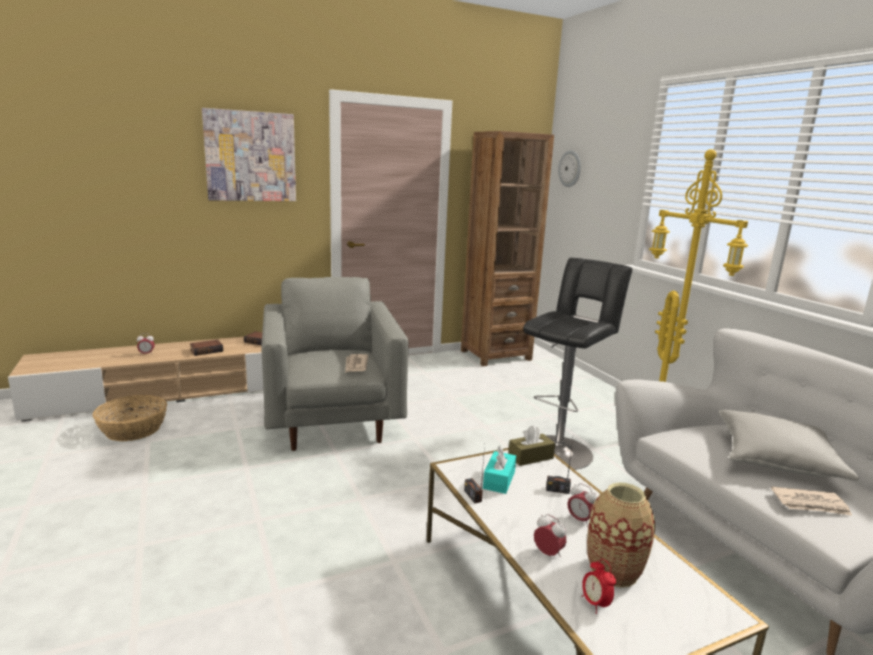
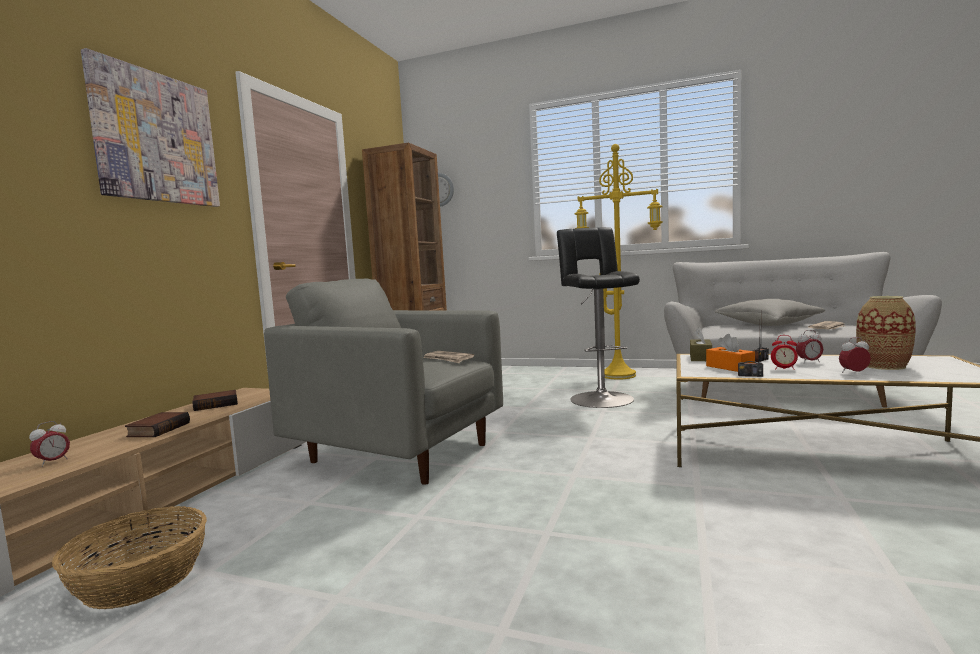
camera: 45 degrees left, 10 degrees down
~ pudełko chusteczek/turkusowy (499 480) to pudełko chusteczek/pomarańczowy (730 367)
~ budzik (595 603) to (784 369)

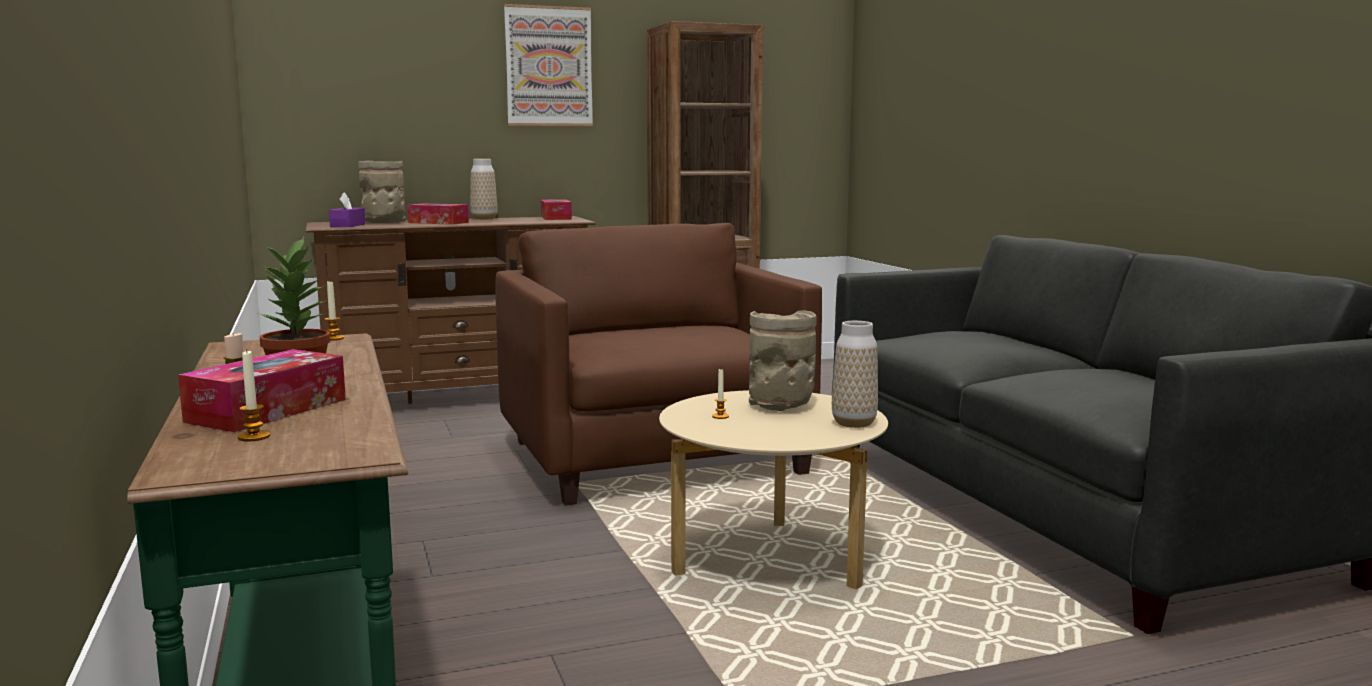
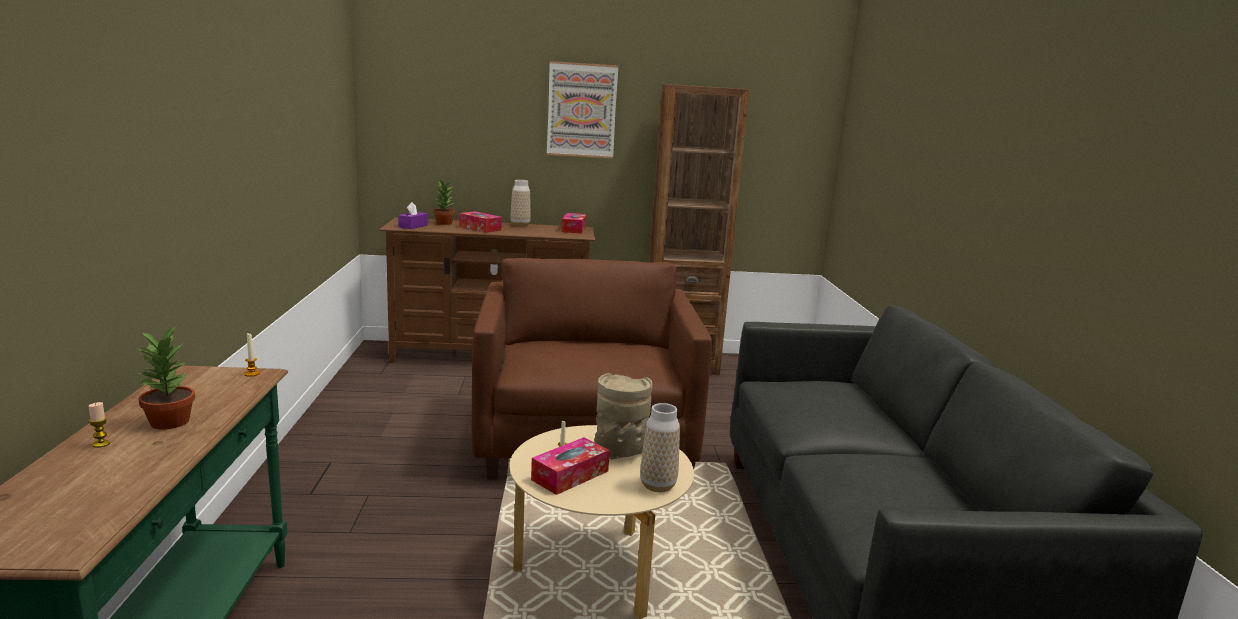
camera: 15 degrees right, 5 degrees up
~ wazon/beżowy (383 222) to roślina doniczkowa (443 223)
~ pudełko chusteczek (267 410) to (570 475)
- świeca (254 437)

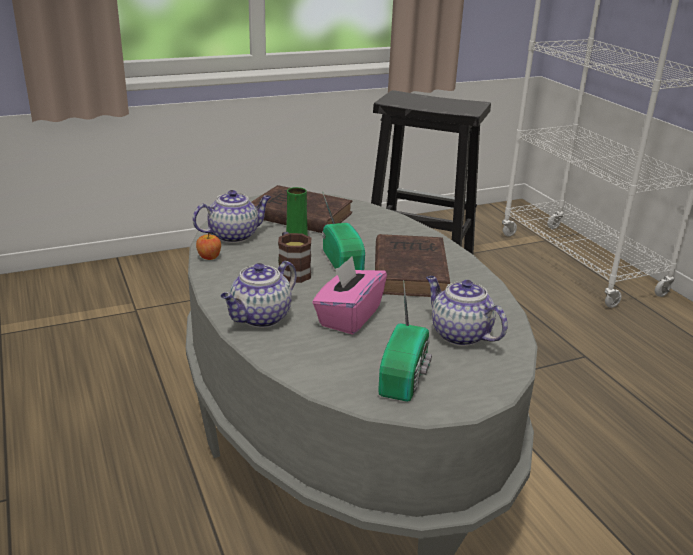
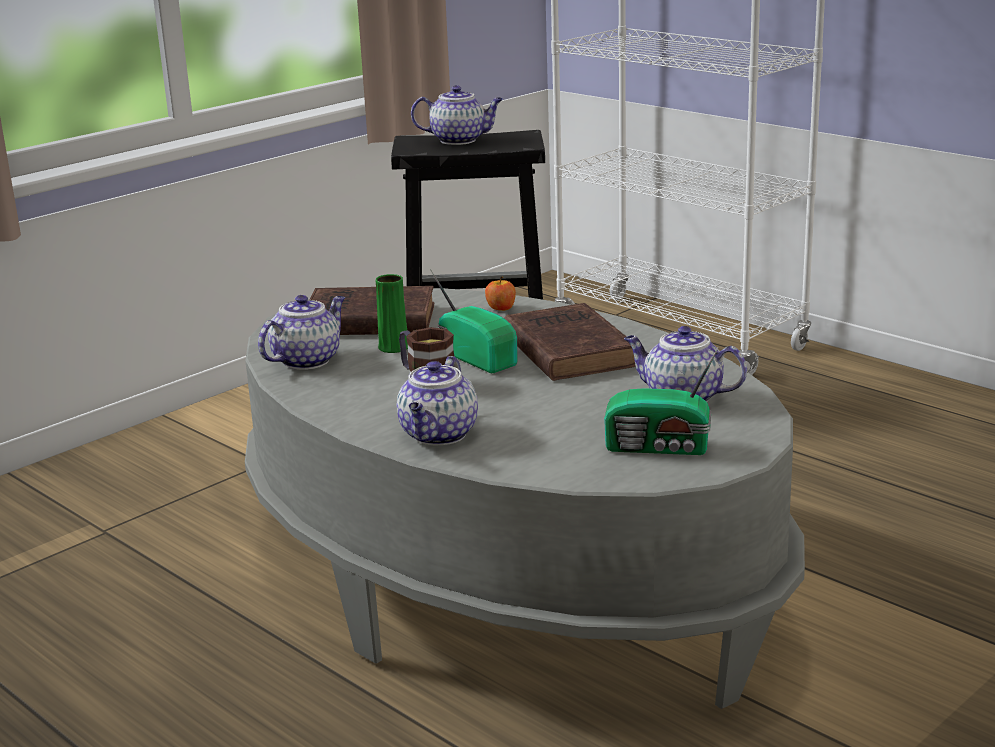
camera: 20 degrees left, 5 degrees down
~ jabłko (209 257) to (501 308)
- pudełko chusteczek/różowy (348 317)
~ radio (406 376) = (660 447) 105 degrees clockwise
+ imbryk (460 140)

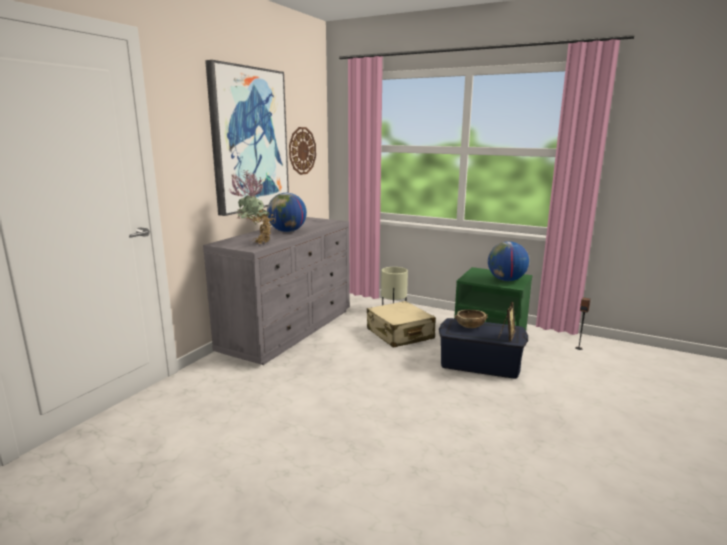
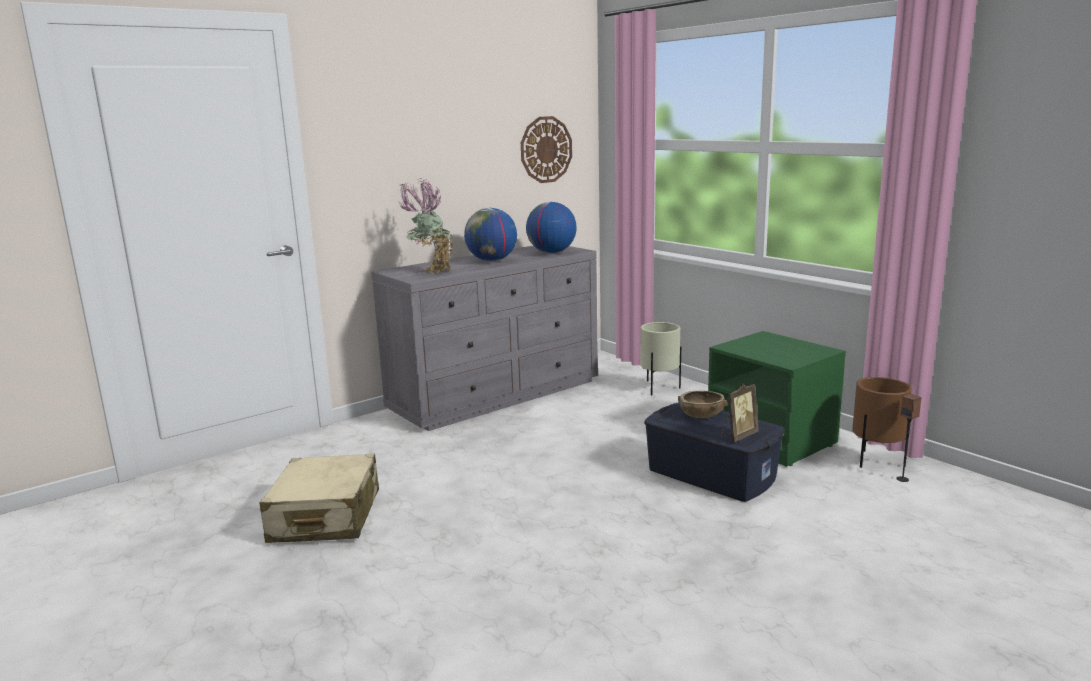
camera: 25 degrees right, 0 degrees up
- obraz (249 140)
~ globus (506 280) to (551 252)
~ walizka/beżowy (399 334) to (325 517)
+ donica/brązowy (876 462)

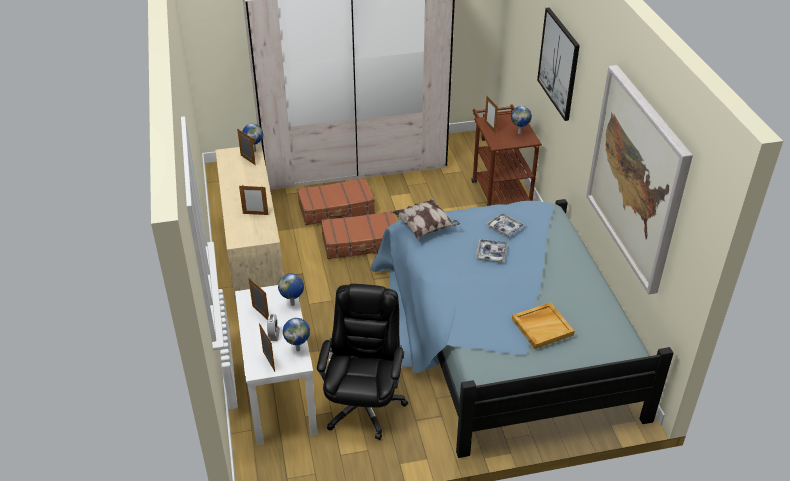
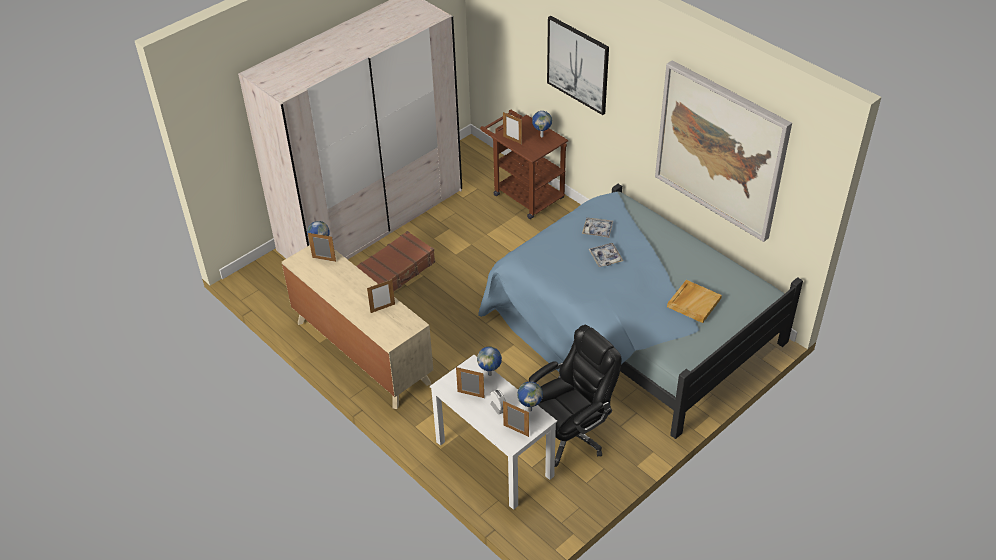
camera: 30 degrees left, 5 degrees up
- poduszka (425 227)
- walizka/brązowy (361 243)
~ krzesło biurowe/czarny (364 404) = (570 434) 75 degrees clockwise

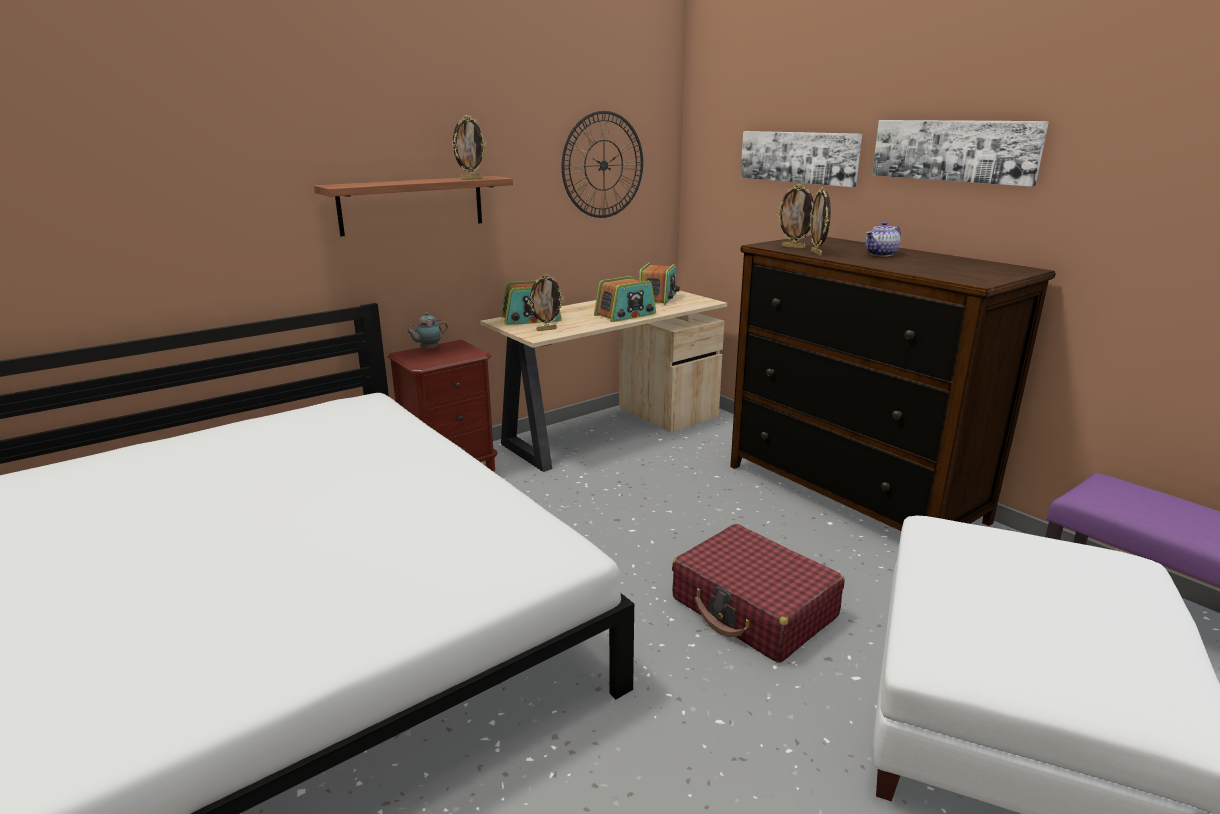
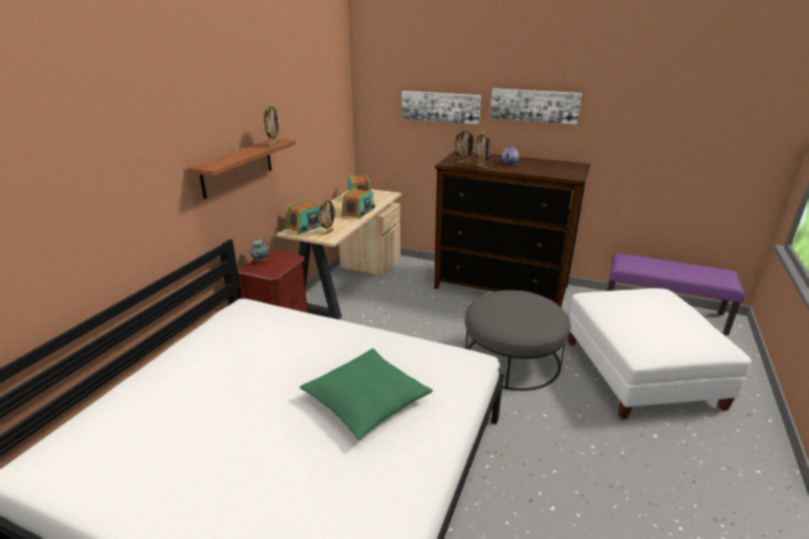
camera: 30 degrees left, 5 degrees up
- zegar ścienny (603 165)
~ walizka/czerwony (754 608) to pufa/szary (512 359)
+ poduszka/zielony (366 400)

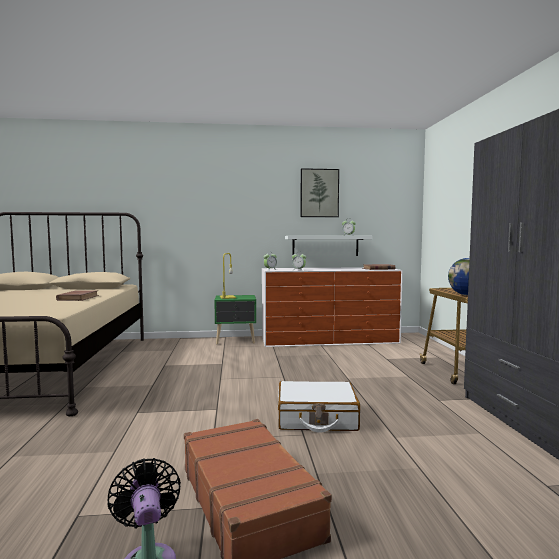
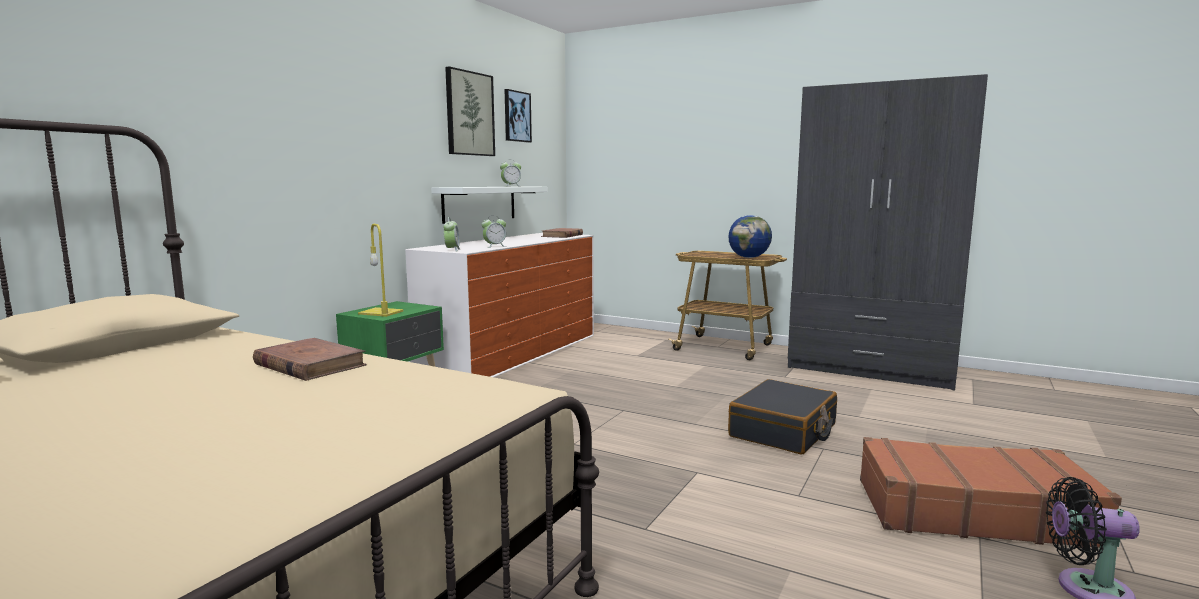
camera: 55 degrees left, 5 degrees up
~ walizka/biały (316 418) to walizka/czarny (783 431)
+ obraz (516 116)

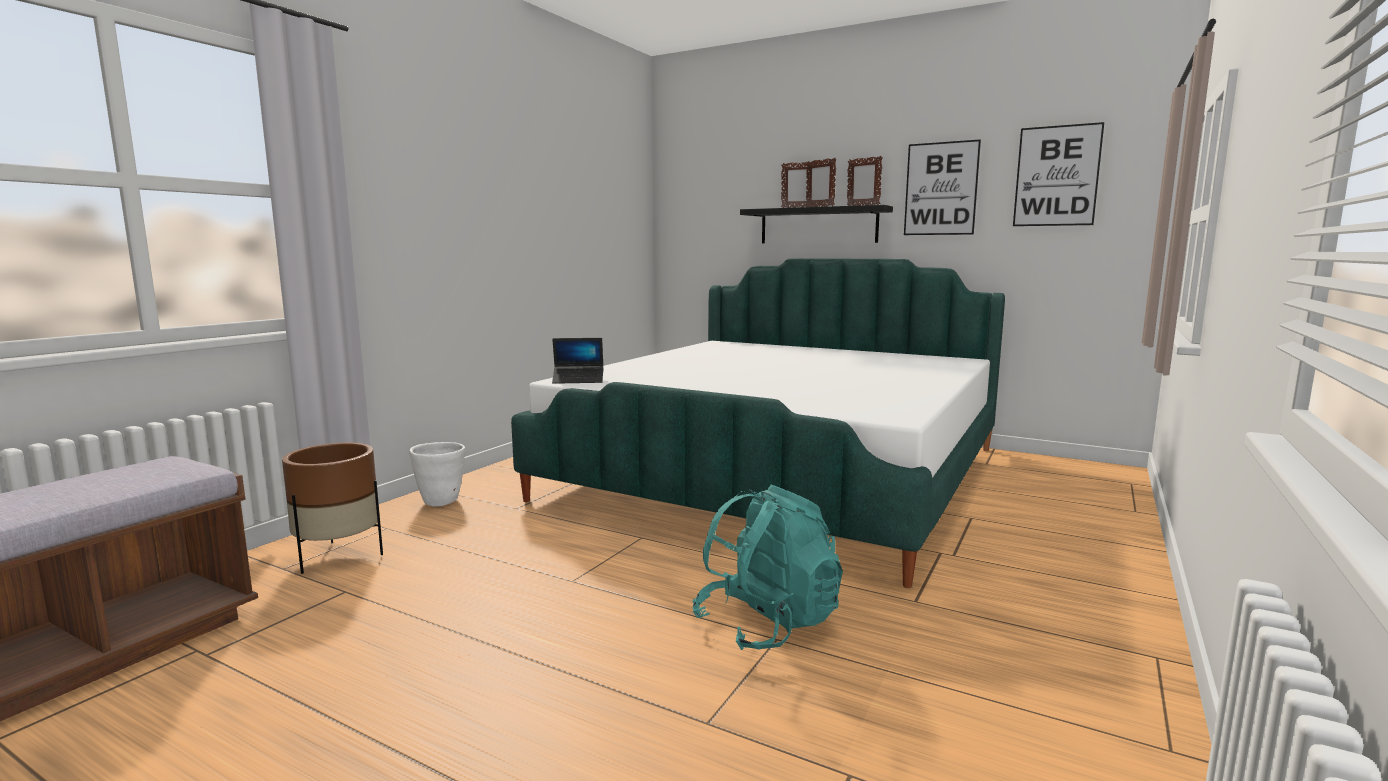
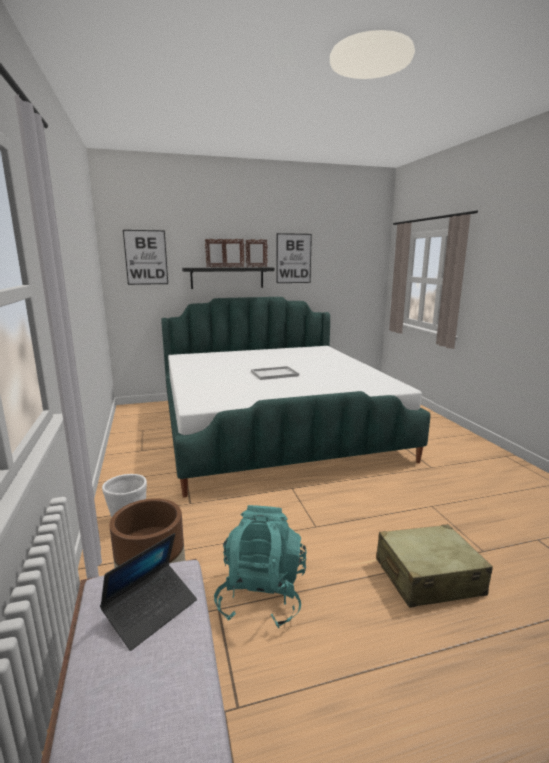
camera: 45 degrees left, 5 degrees up
~ obraz (1056 176) to (146 257)
~ laptop (578 380) to (151 610)
~ plecak/turkusowy (767 623) to (261 595)
+ taca/biały (274 374)
+ walizka/beżowy (428 577)

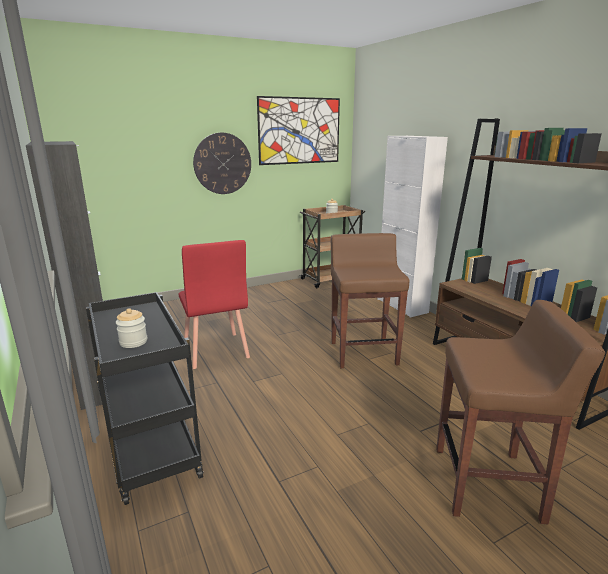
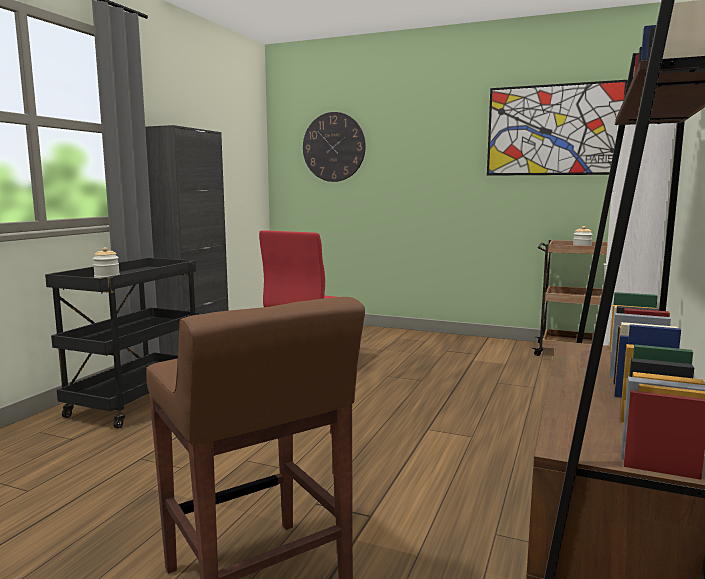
camera: 50 degrees right, 10 degrees down
~ zegar ścienny (222 163) to (333 147)
- stołek/brązowy (363 353)

